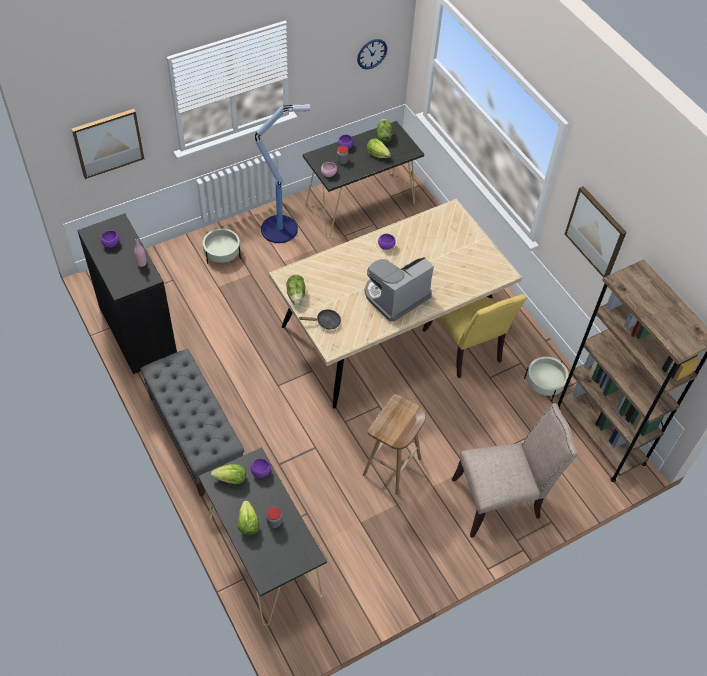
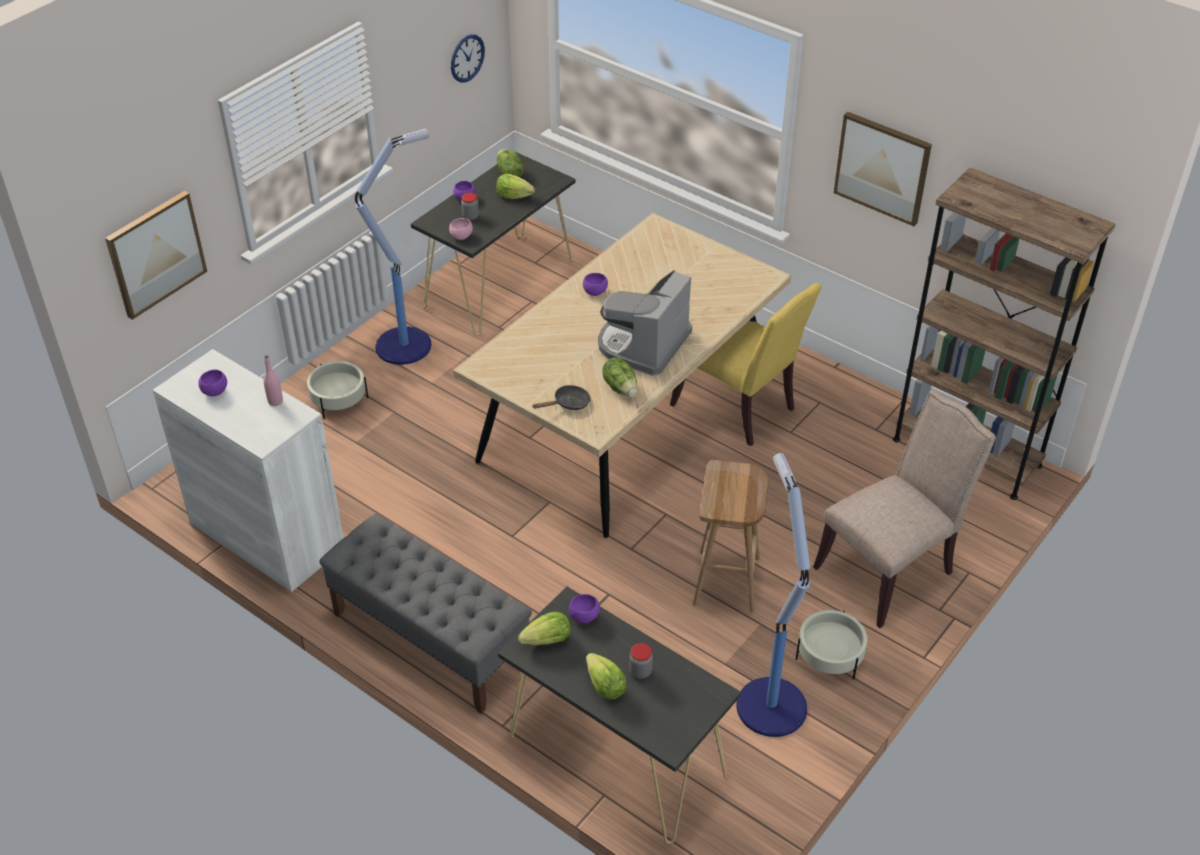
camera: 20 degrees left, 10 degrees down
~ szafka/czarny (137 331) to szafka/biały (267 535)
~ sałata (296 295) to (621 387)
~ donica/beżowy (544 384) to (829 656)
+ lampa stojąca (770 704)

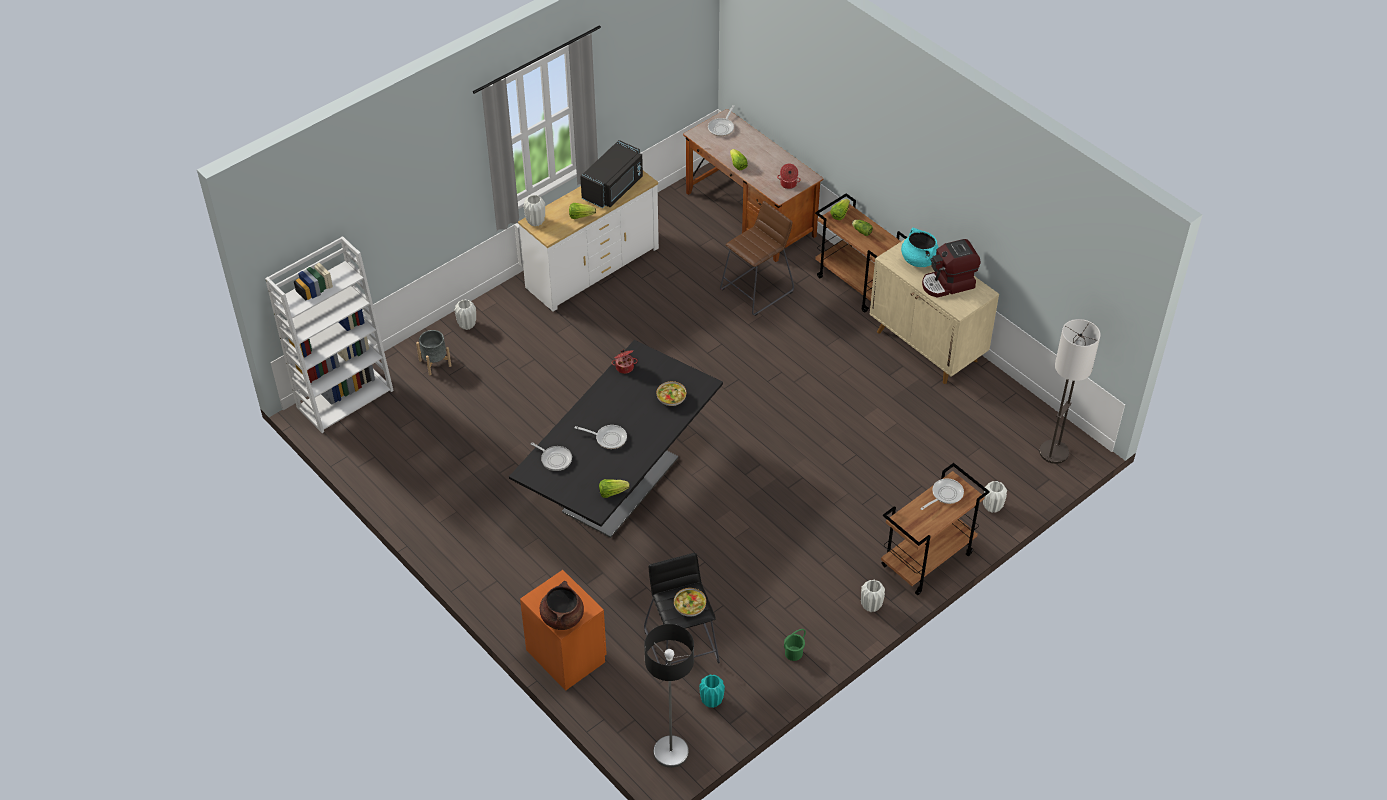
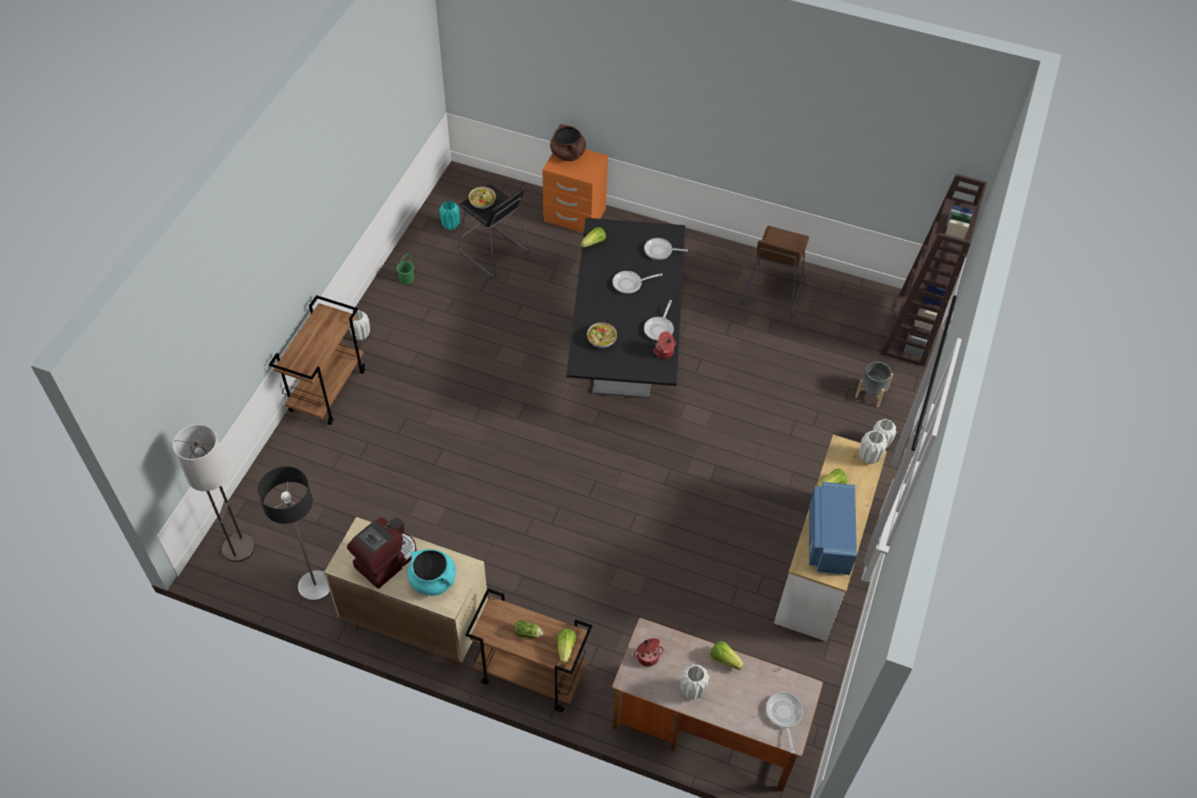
camera: 150 degrees right, 5 degrees up
~ mikrofalówka/czarny (614 188) to mikrofalówka/niebieski (827 539)
~ stołek/brązowy (757 290) to (772 293)
~ regał/biały (345 398) to regał/brązowy (911 331)
~ patelnia (945 495) to (659 328)
~ wazon/biały (992 507) to (692 690)
~ lampa stojąca (671 752) to (315 586)

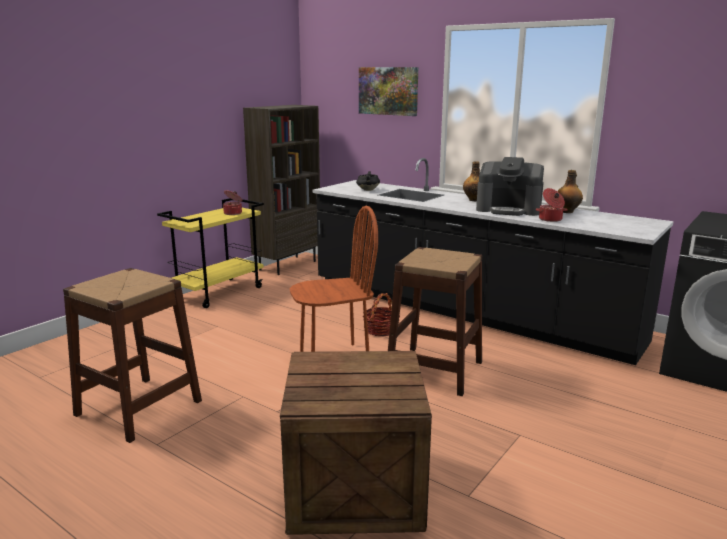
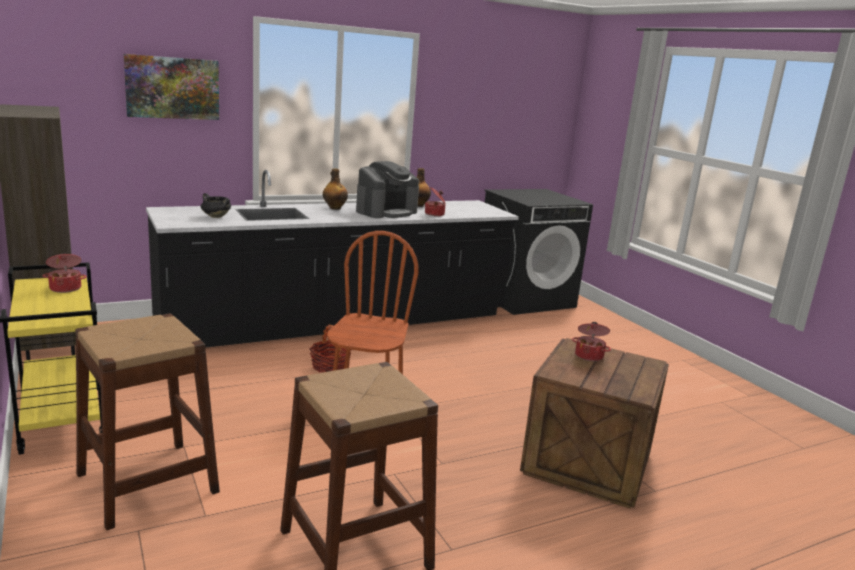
camera: 65 degrees left, 0 degrees up
~ stołek/brązowy (435 370) to (147 482)
+ garnek (589 356)

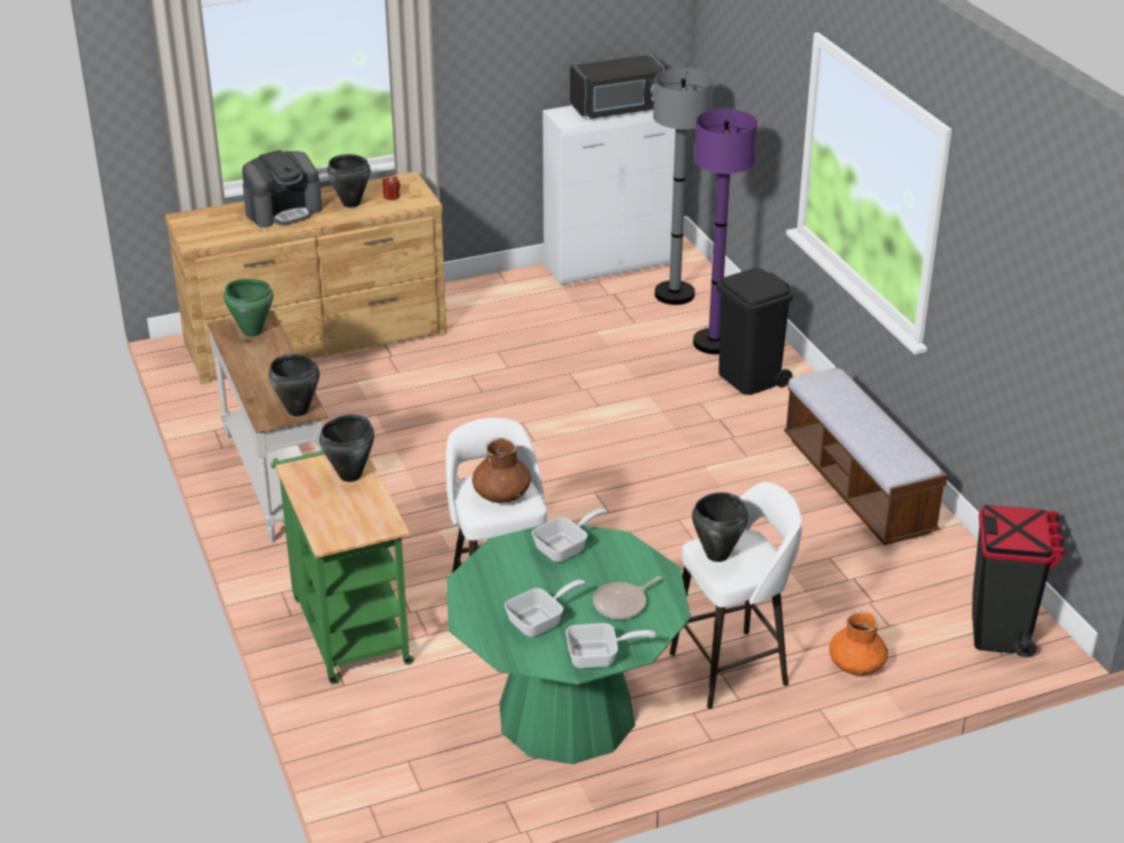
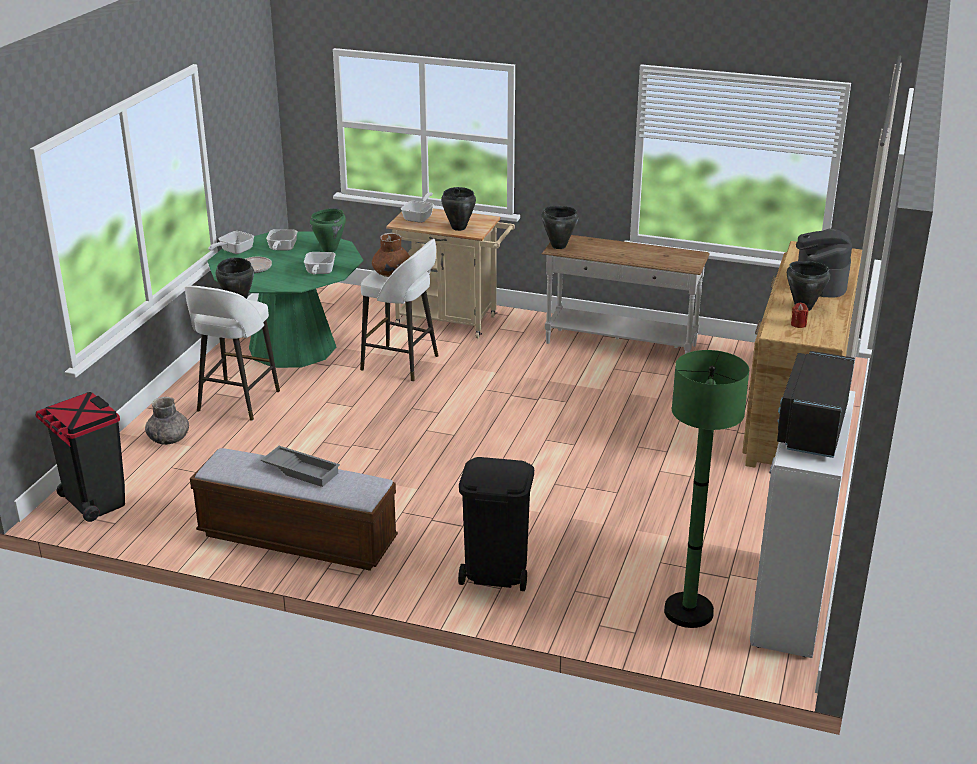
camera: 130 degrees right, 5 degrees down
~ lampa stojąca/szary (674 294) to lampa stojąca/zielony (688 612)
- lampa stojąca/fioletowy (714 343)
~ garnek/zielony (252 331) to (330 249)
~ wózek/zielony (348 625) to wózek/beżowy (452 321)
~ wazon/pomarańczowy (856 665) to wazon/szary (168 439)
+ patelnia (419 217)
+ taca/szary (302 470)

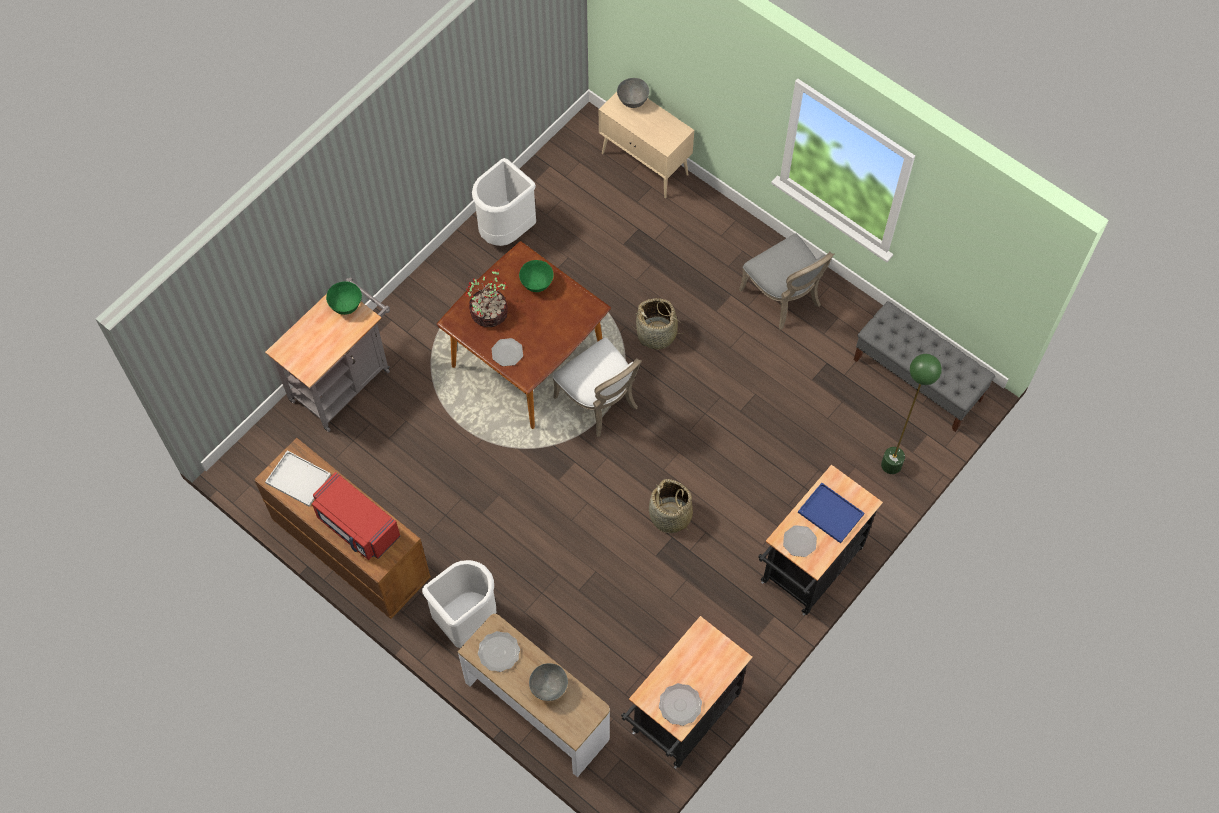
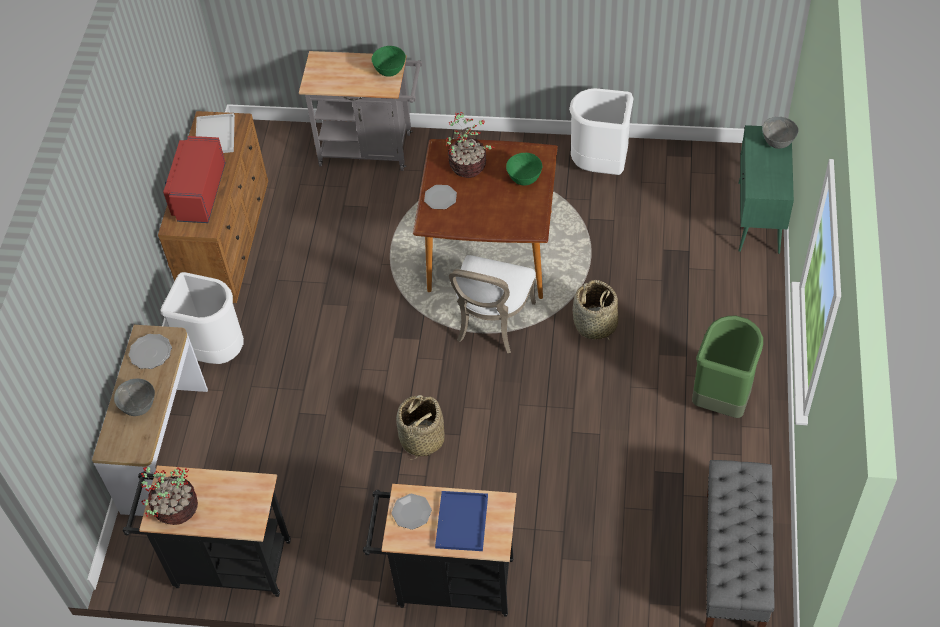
camera: 60 degrees right, 10 degrees down
~ szafka/beżowy (645 164) to szafka/zielony (758 218)
~ krzesło/szary (784 298) to kosz na śmieci/zielony (721 399)
- lampa stojąca/zielony (891 465)
~ talerz (679 705) to roślina doniczkowa (175 508)

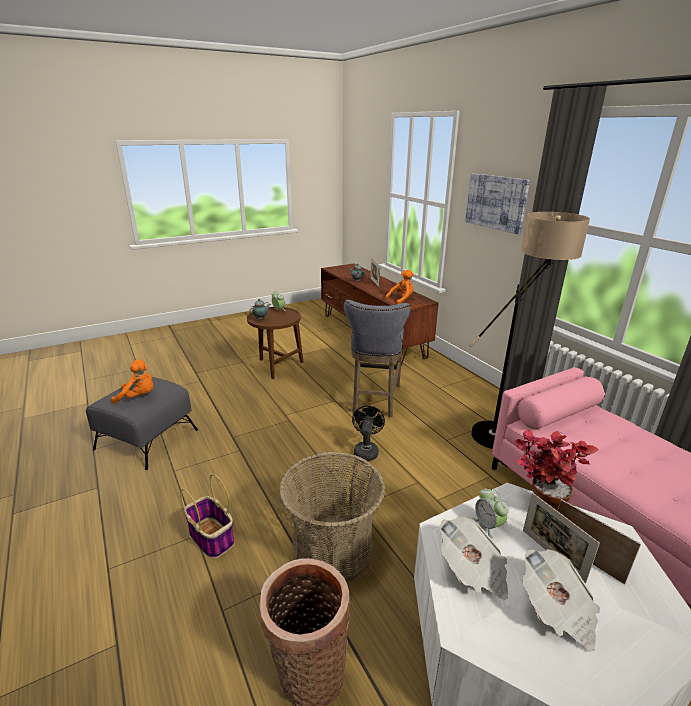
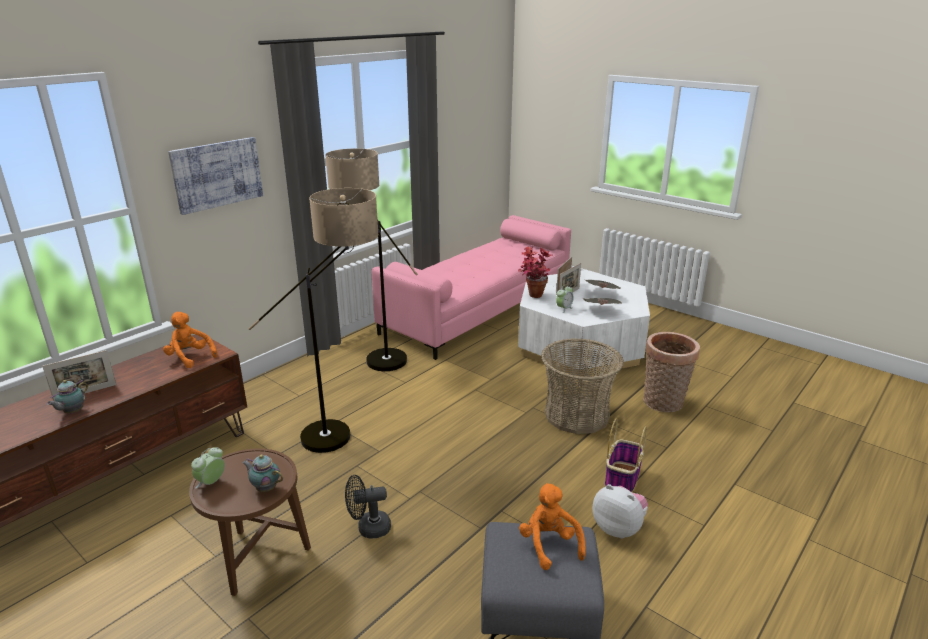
camera: 110 degrees left, 0 degrees up
~ stołek/szary (374 400) to lampa stojąca (346 435)
~ wentylator/czarny (366 450) to (368 528)
+ pluszak (618 528)

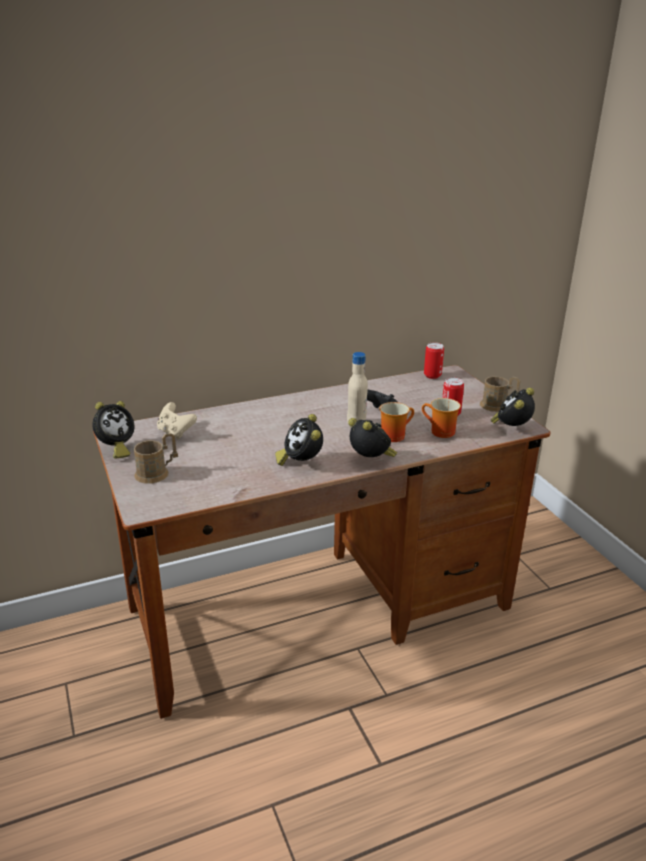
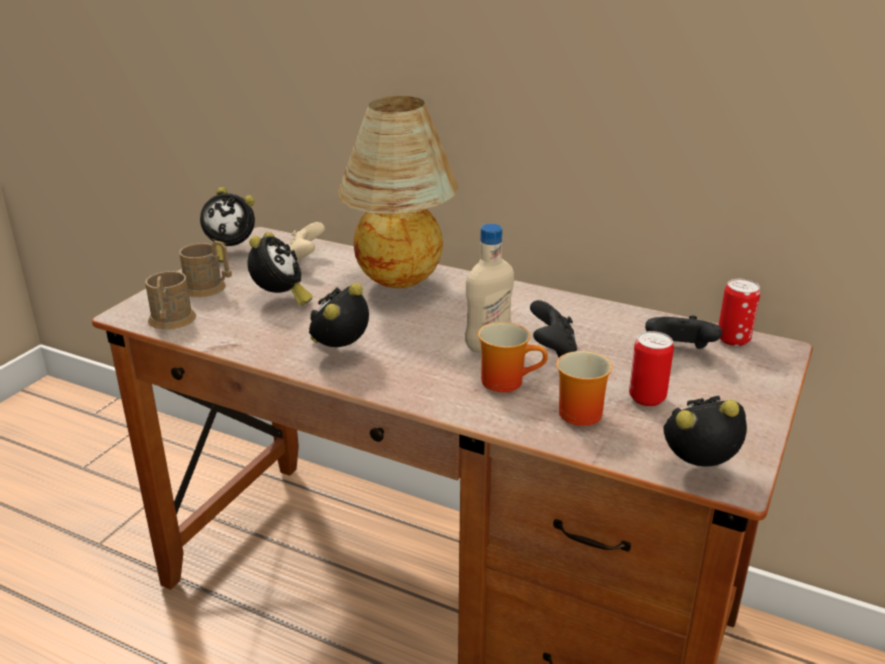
camera: 50 degrees right, 0 degrees up
~ kubek/brązowy (498 406) to (171 322)
~ budzik (371 461) to (280 299)
+ lampa stołowa (400 282)
+ pad do gier/czarny (679 351)

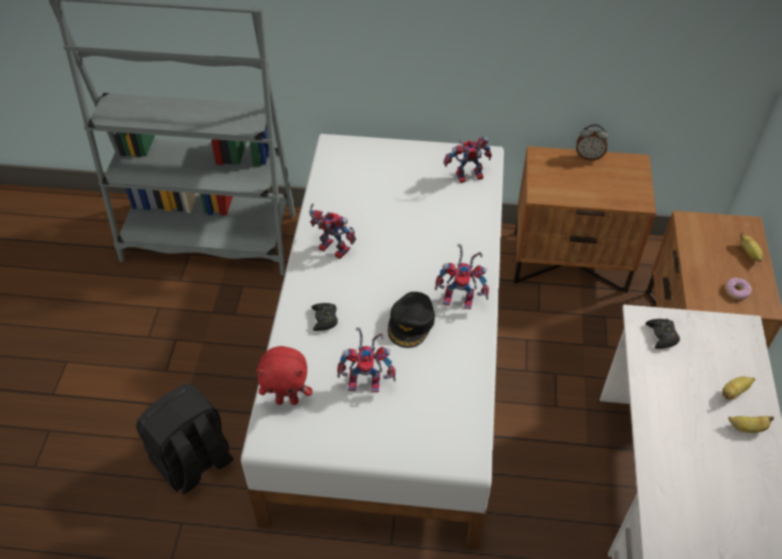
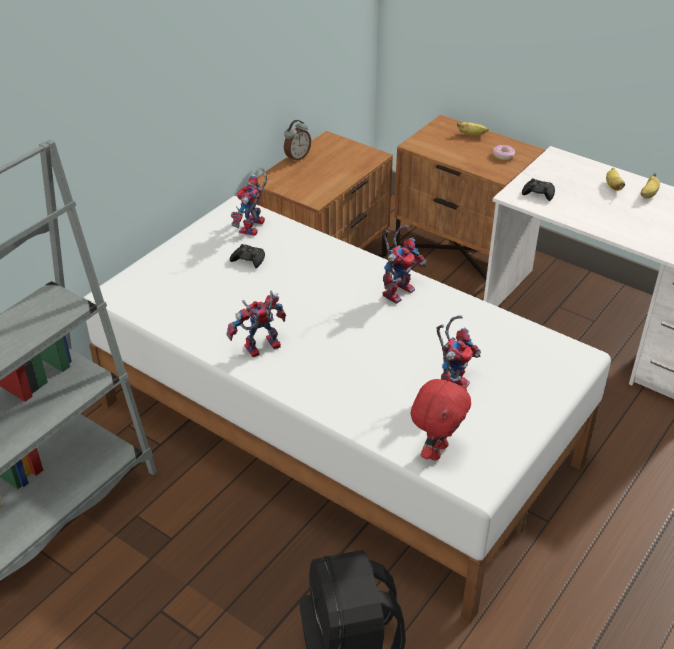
camera: 60 degrees left, 10 degrees down
- czapka z daszkiem/czarny (411 323)
~ pad do gier/czarny (324 319) to (248 260)

